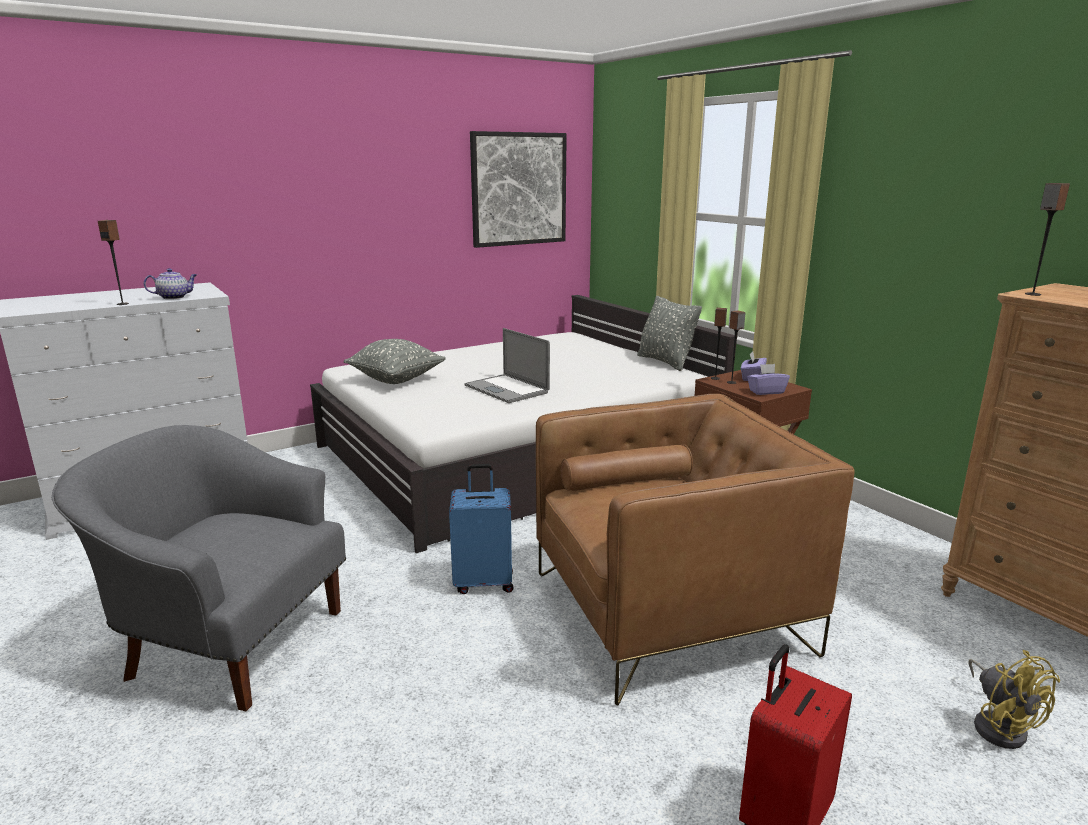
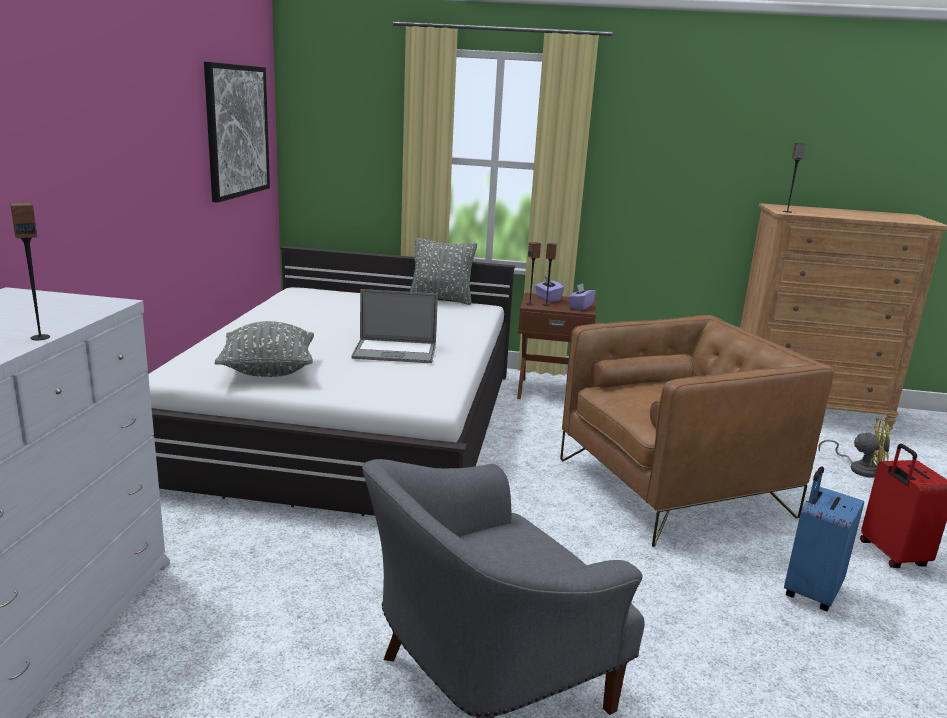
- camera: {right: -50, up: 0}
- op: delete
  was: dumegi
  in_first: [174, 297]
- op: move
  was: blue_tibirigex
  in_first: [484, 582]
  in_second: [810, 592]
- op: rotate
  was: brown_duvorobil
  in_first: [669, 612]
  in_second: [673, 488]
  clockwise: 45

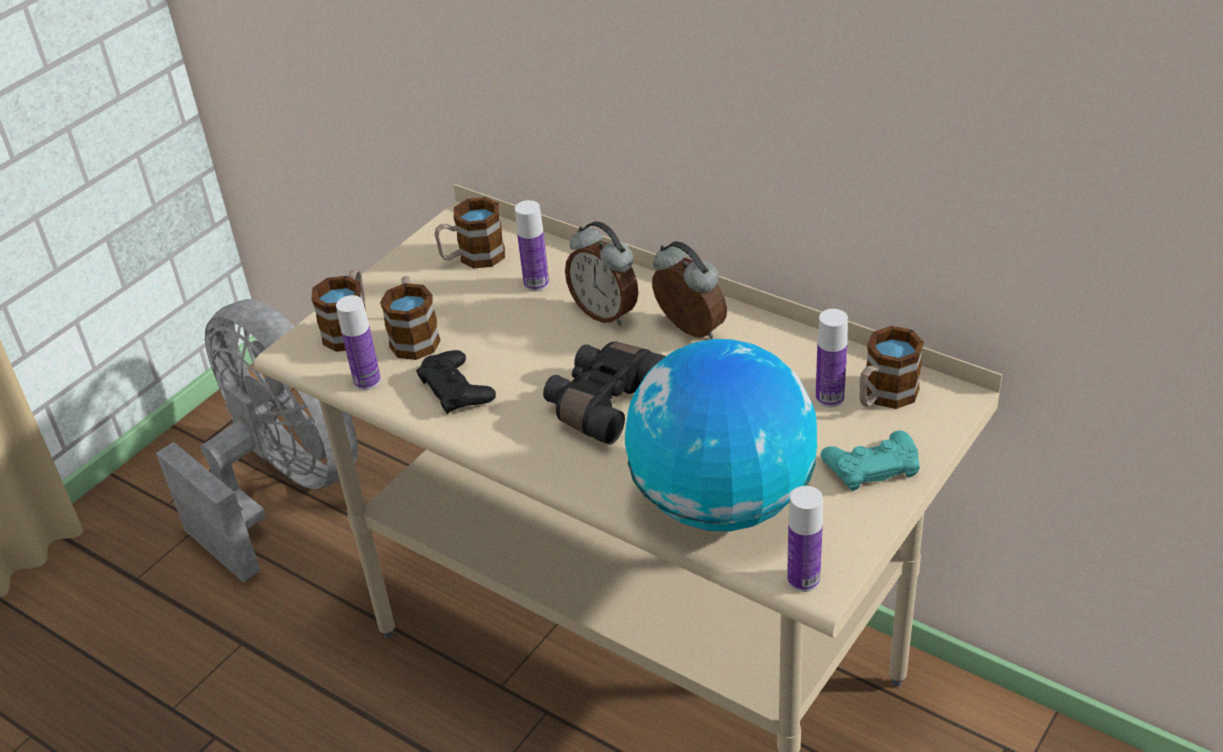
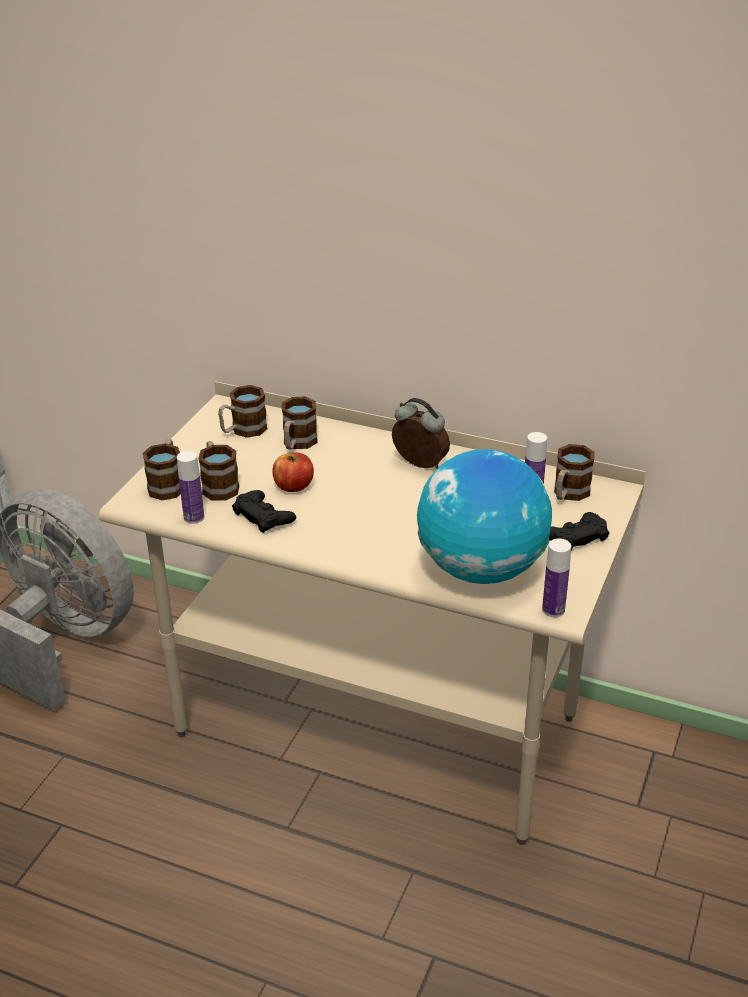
- camera: {right: -15, up: -5}
- op: replace
  was: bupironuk
  now: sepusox
  in_first: [536, 283]
  in_second: [297, 444]
- op: delete
  was: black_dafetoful
  in_first: [603, 401]
- op: delete
  was: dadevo
  in_first: [605, 312]
- op: recolor
  was: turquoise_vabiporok
  now: black_vabiporok
  in_first: [872, 466]
  in_second: [575, 537]
- op: insert
  now: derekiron
  in_second: [293, 486]

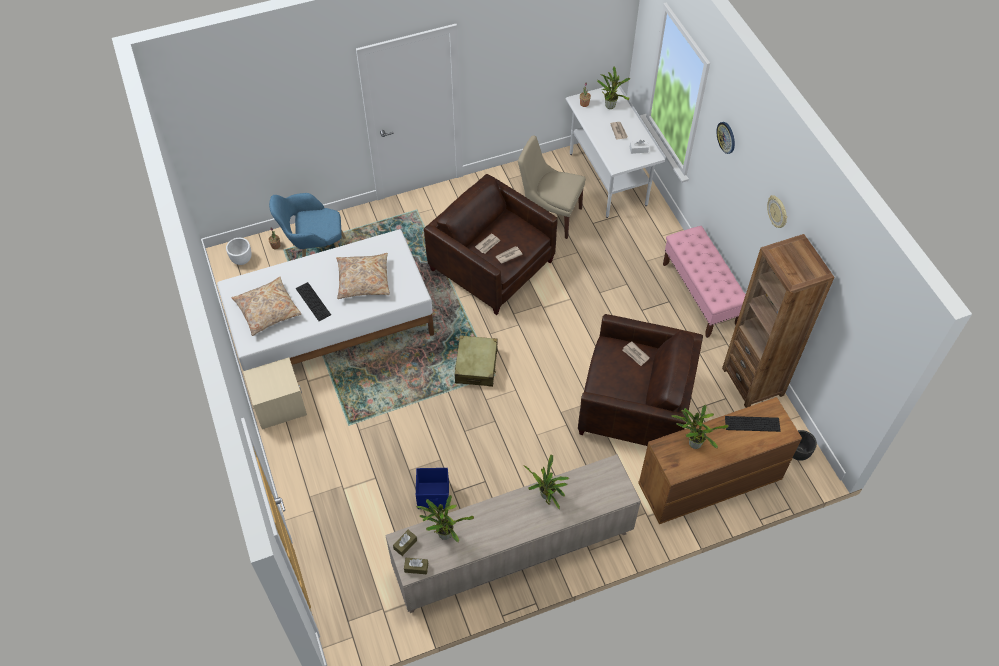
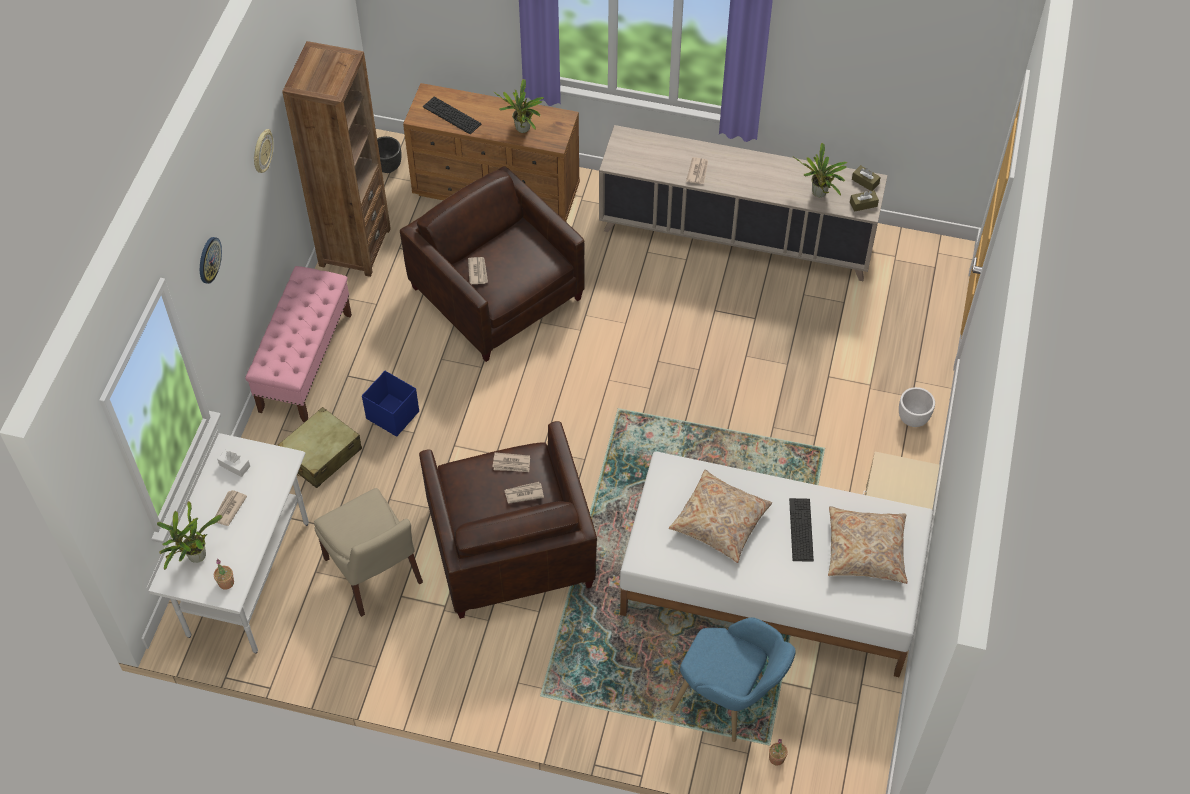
- camera: {right: -145, up: 0}
- op: move
  was: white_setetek
  in_first: [241, 260]
  in_second: [913, 419]
- op: move
  was: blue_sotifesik
  in_first: [434, 496]
  in_second: [392, 414]
- op: move
  was: beige_tibirigex
  in_first: [476, 366]
  in_second: [321, 455]
- op: replace
  was: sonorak
  now: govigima
  in_first: [547, 496]
  in_second: [698, 172]

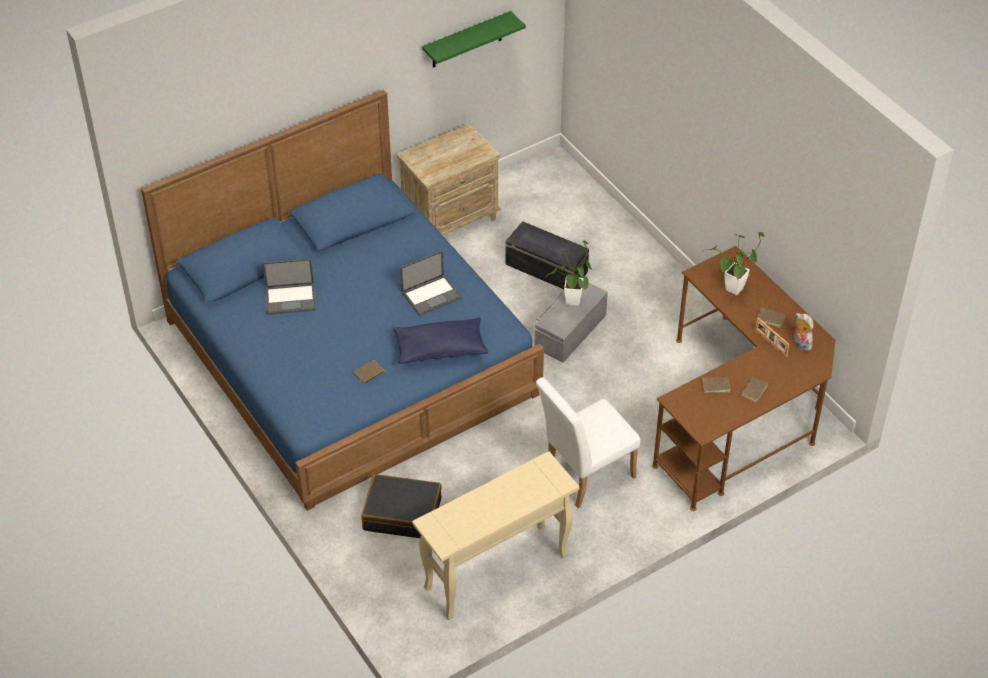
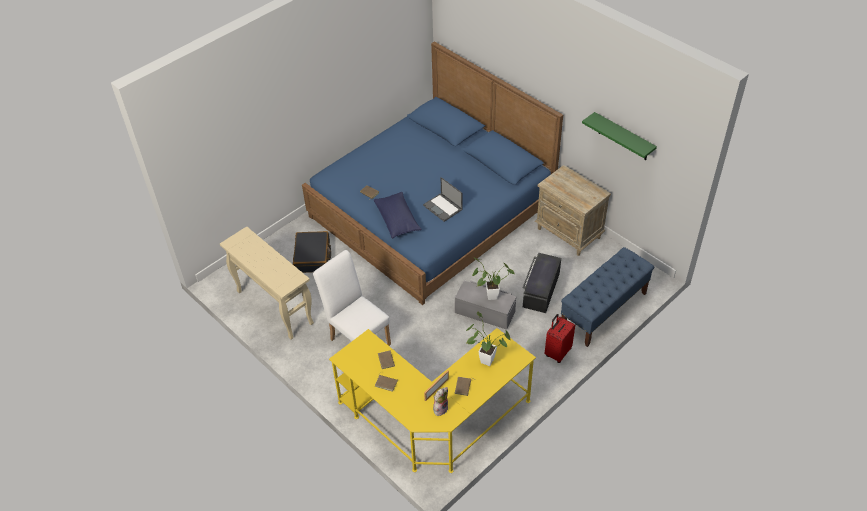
- camera: {right: 80, up: 0}
- op: delete
  was: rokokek
  in_first: [291, 298]
- op: recolor
  was: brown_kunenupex
  now: yellow_kunenupex
  in_first: [739, 413]
  in_second: [433, 420]
- op: insert
  now: red_tibirigex
  in_second: [557, 352]
- op: insert
  now: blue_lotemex
  in_second: [603, 310]

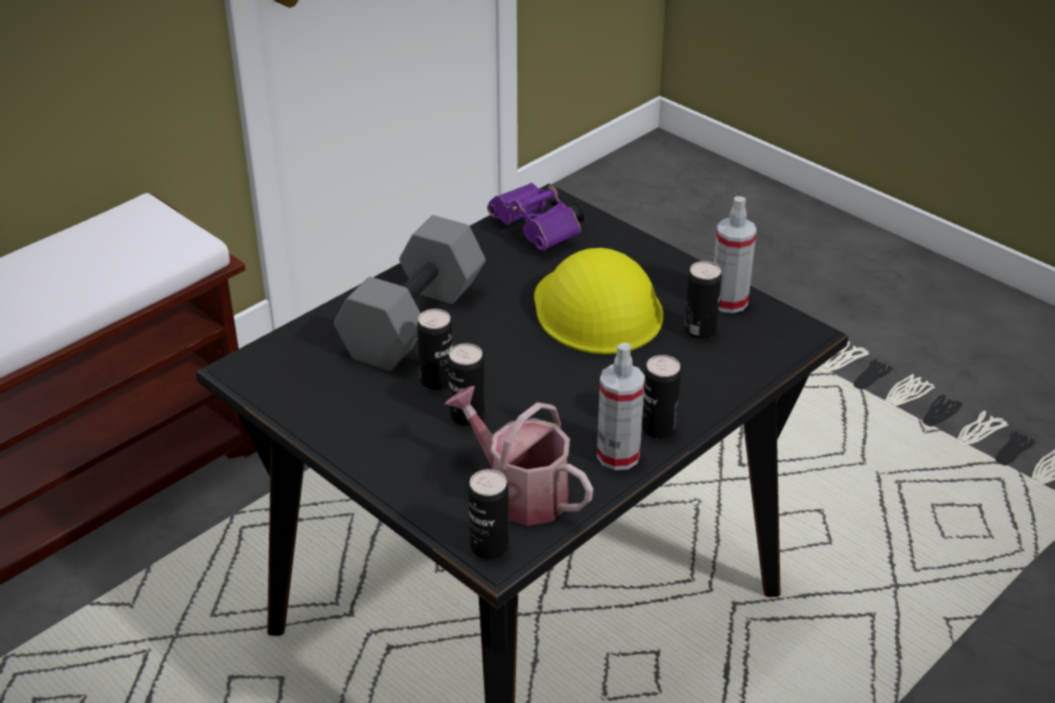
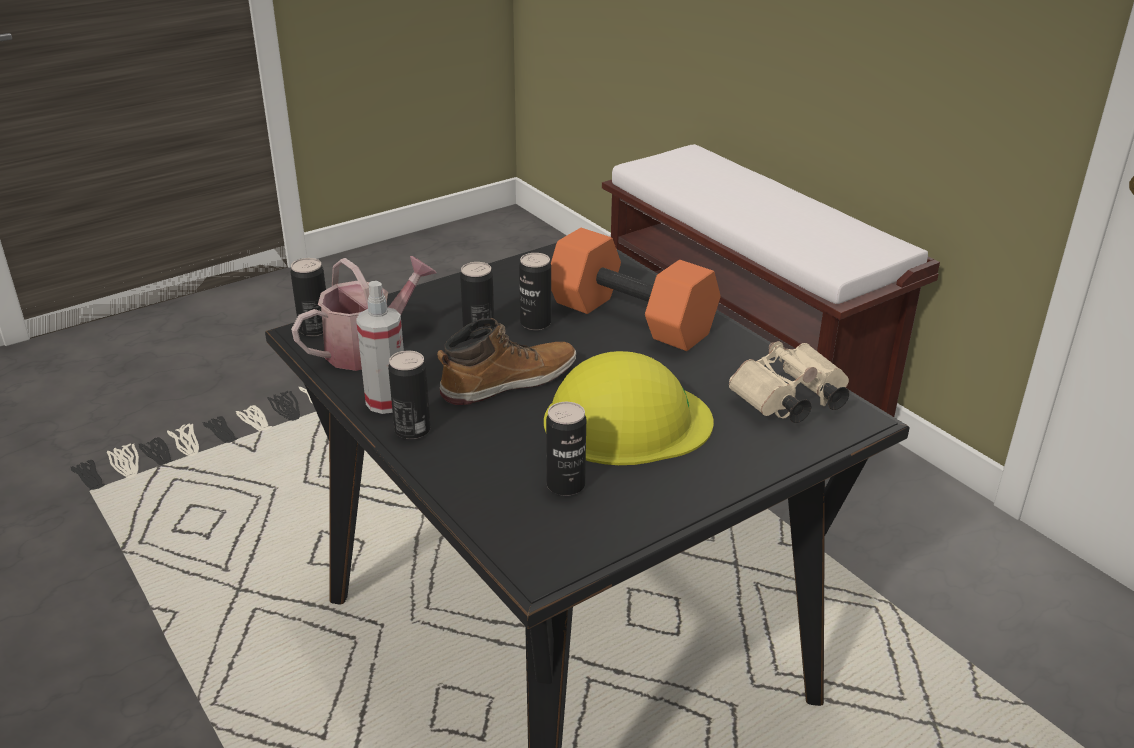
- camera: {right: 100, up: -5}
- op: recolor
  was: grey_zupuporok
  now: orange_zupuporok
  in_first: [415, 322]
  in_second: [628, 319]
- op: recolor
  was: purple_dafetoful
  now: beige_dafetoful
  in_first: [539, 232]
  in_second: [787, 402]
- op: delete
  was: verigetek
  in_first: [728, 301]
- op: insert
  now: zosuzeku
  in_second: [508, 381]

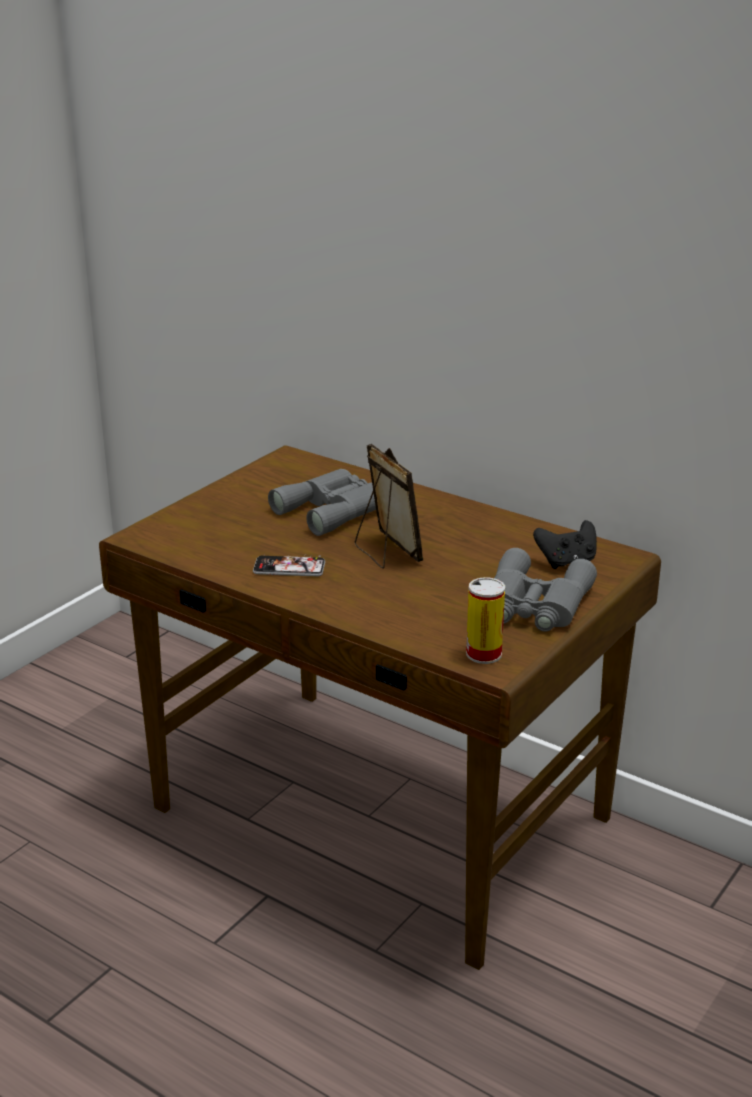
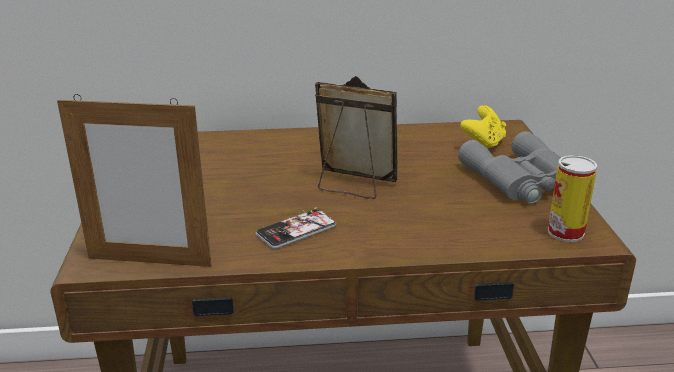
- camera: {right: -40, up: 0}
- op: delete
  was: grey_dafetoful
  in_first: [334, 509]
- op: recolor
  was: black_vabiporok
  now: yellow_vabiporok
  in_first: [566, 562]
  in_second: [483, 144]
- op: insert
  now: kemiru
  in_second: [149, 261]

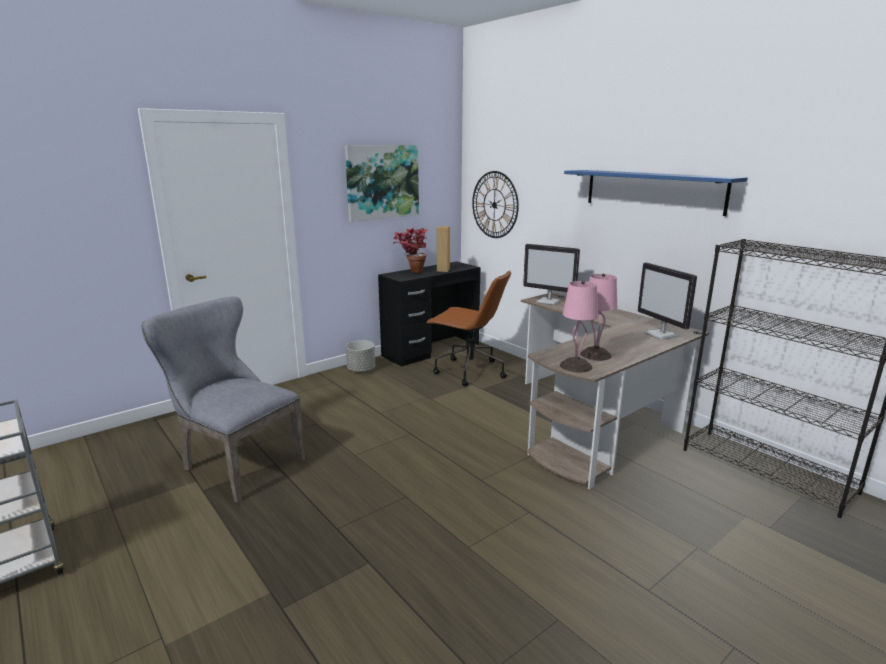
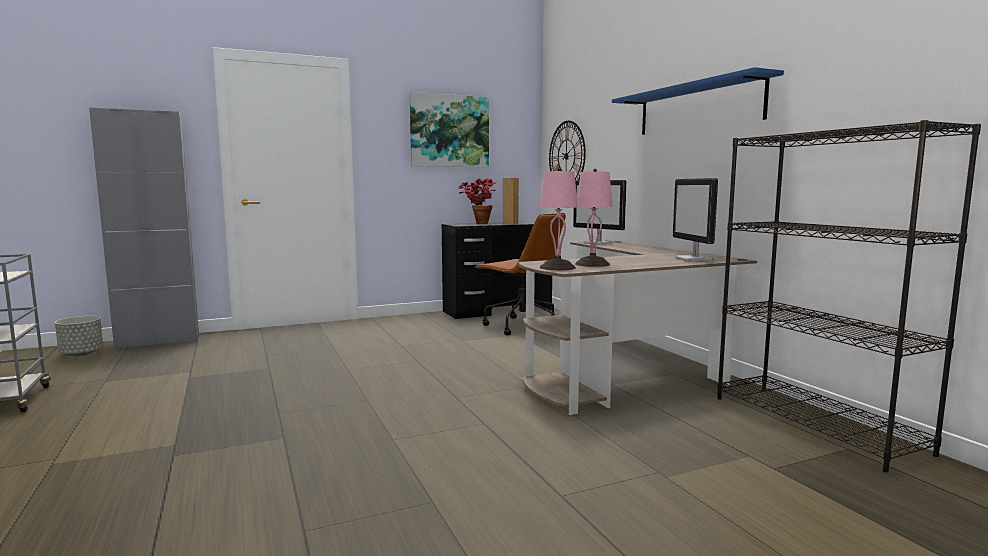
- camera: {right: 15, up: -10}
- op: delete
  was: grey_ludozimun
  in_first: [236, 464]
- op: move
  was: grey_setetek
  in_first: [361, 370]
  in_second: [82, 354]
- op: insert
  now: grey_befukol
  in_second: [158, 341]

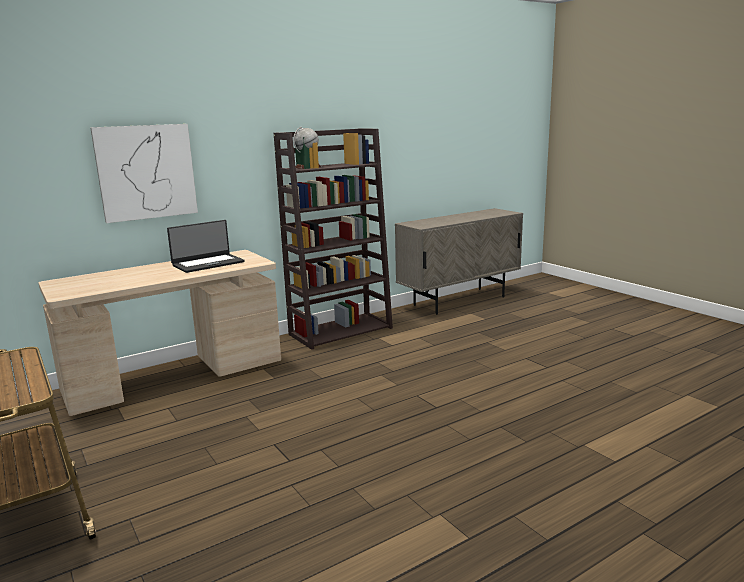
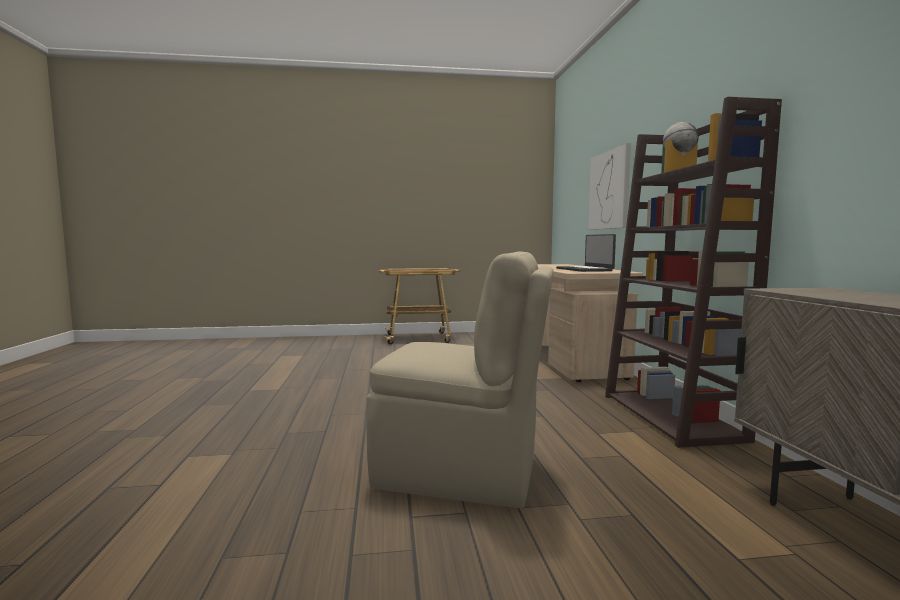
- camera: {right: 115, up: -10}
- op: insert
  now: beige_ludozimun
  in_second: [462, 472]

